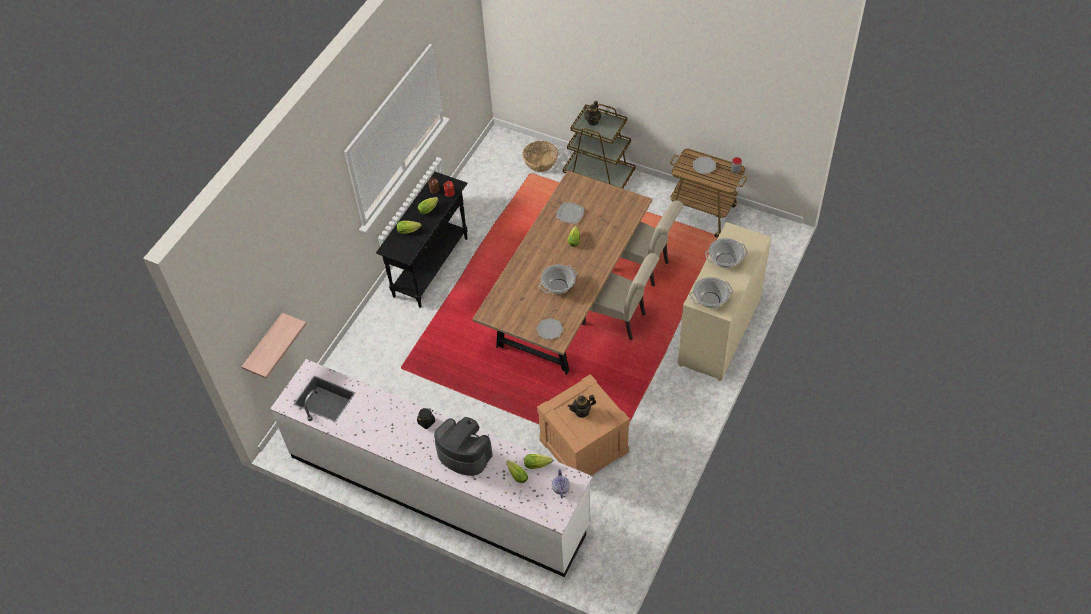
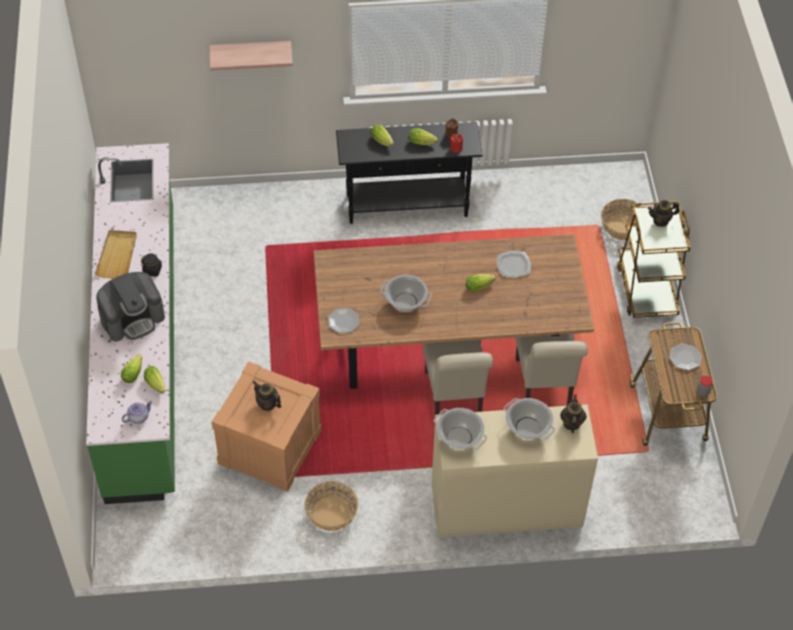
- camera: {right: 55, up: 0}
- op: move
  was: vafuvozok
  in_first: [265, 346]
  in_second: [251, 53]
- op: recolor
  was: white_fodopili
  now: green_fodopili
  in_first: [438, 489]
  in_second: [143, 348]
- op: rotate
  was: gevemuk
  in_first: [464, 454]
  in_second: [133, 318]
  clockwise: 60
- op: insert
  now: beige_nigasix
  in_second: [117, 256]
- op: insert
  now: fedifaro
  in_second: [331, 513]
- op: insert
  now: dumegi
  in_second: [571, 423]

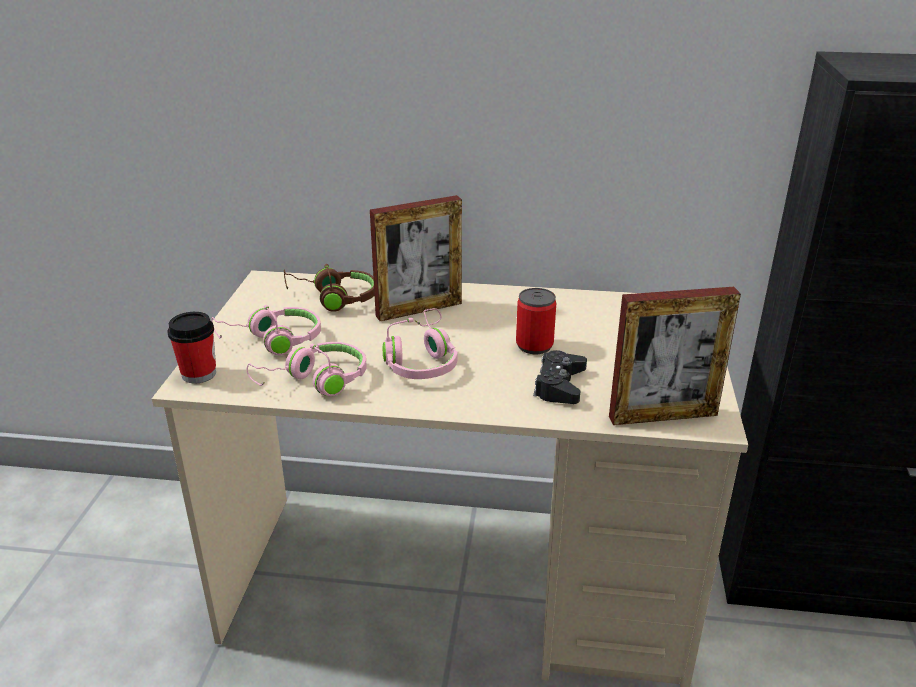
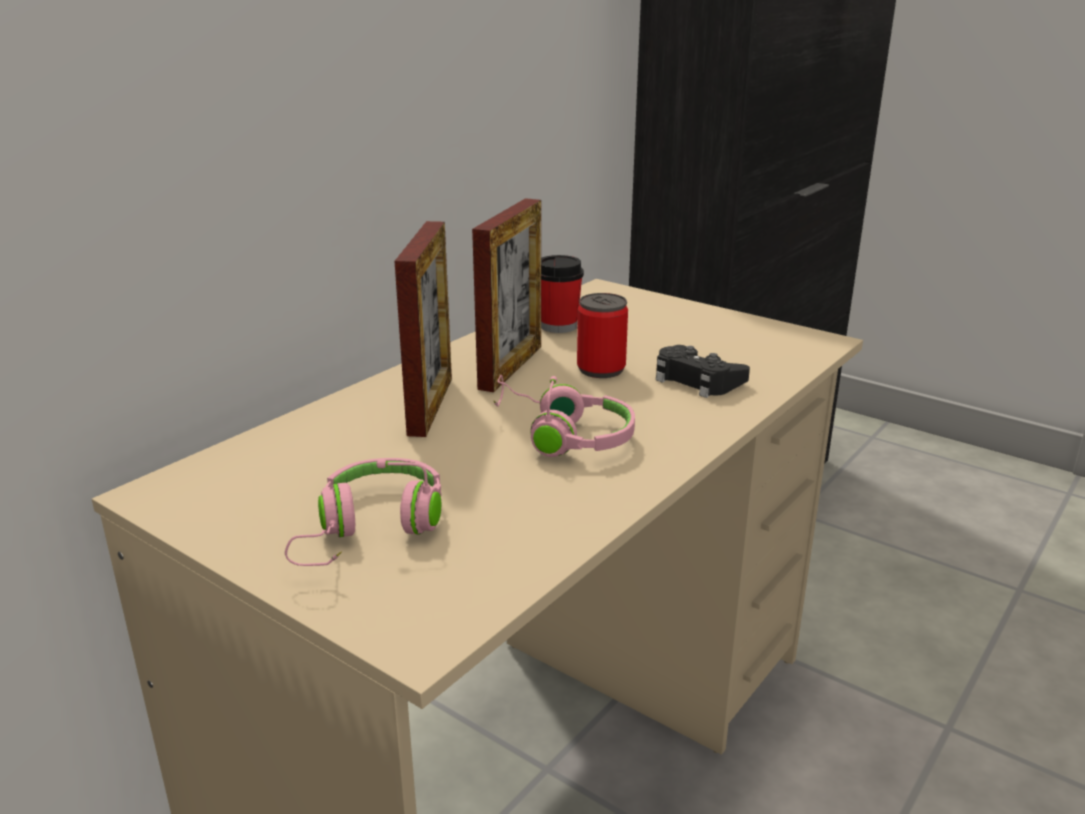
- camera: {right: -60, up: -5}
- op: move
  was: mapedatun
  in_first: [199, 374]
  in_second: [558, 326]
- op: delete
  was: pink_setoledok
  in_first: [315, 381]
- op: delete
  was: brown_setoledok
  in_first: [332, 298]
- op: move
  was: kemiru
  in_first: [663, 416]
  in_second: [511, 367]

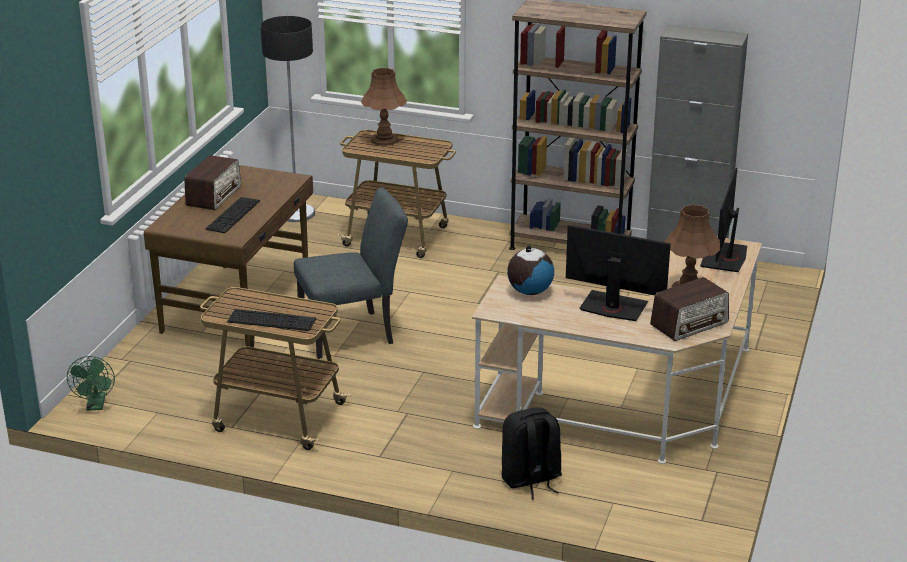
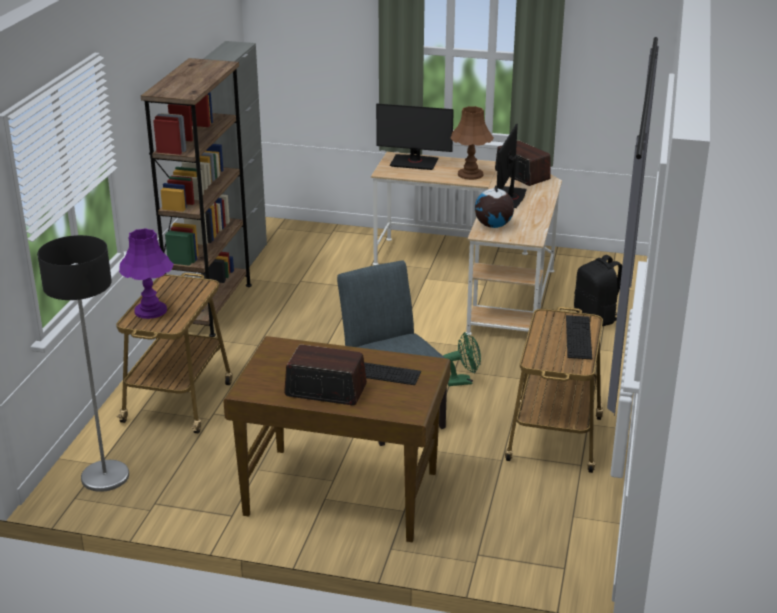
- camera: {right: -95, up: 0}
- op: move
  was: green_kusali
  in_first: [96, 405]
  in_second: [463, 381]
- op: recolor
  was: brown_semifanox
  now: purple_semifanox
  in_first: [384, 139]
  in_second: [150, 310]

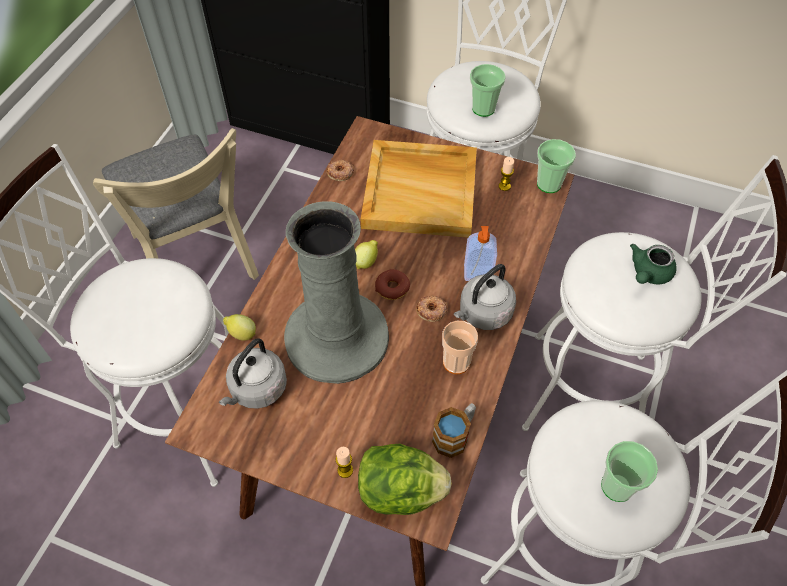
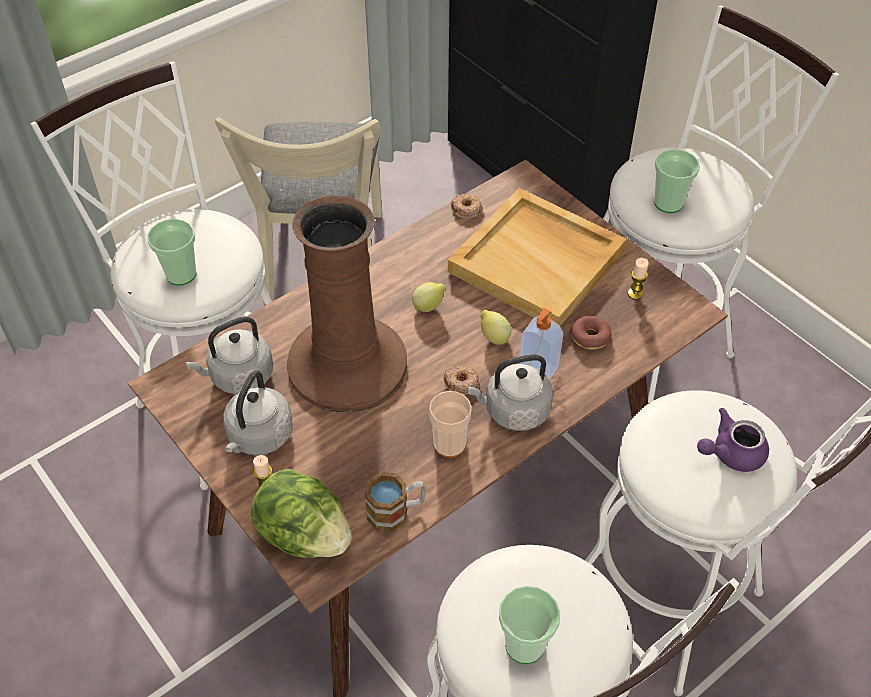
- camera: {right: 30, up: -5}
- op: move
  was: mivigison
  in_first: [241, 334]
  in_second: [493, 337]
- op: recolor
  was: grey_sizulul
  now: brown_sizulul
  in_first: [337, 338]
  in_second: [347, 365]
- op: move
  was: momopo
  in_first: [392, 288]
  in_second: [590, 337]
- op: move
  was: mapedatun
  in_first: [549, 184]
  in_second: [181, 274]
- op: recolor
  was: green_dumegi
  now: purple_dumegi
  in_first: [648, 274]
  in_second: [730, 453]
- op: insert
  now: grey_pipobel
  in_second: [259, 437]

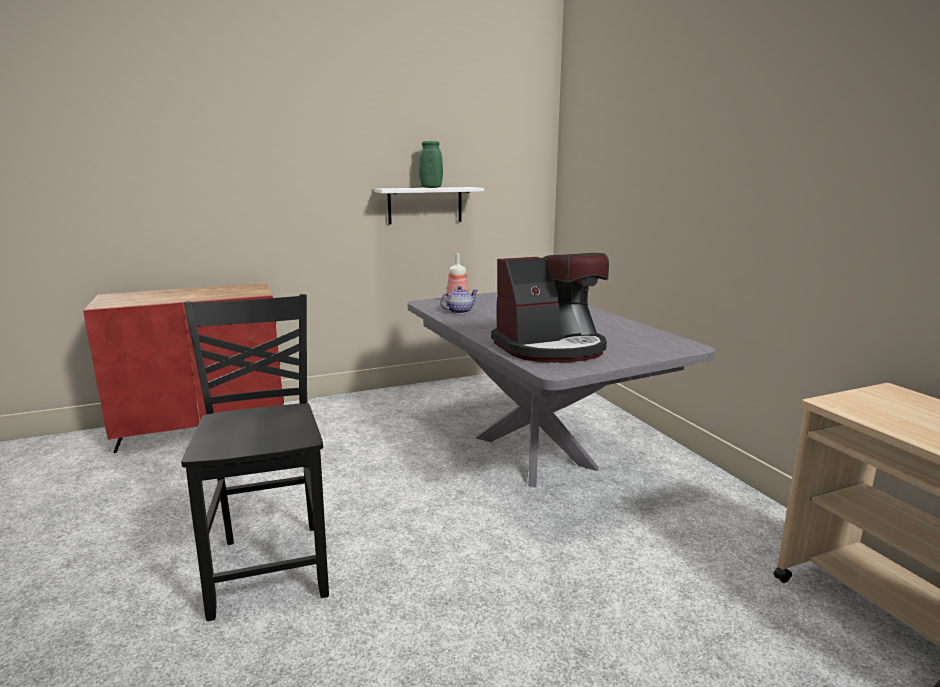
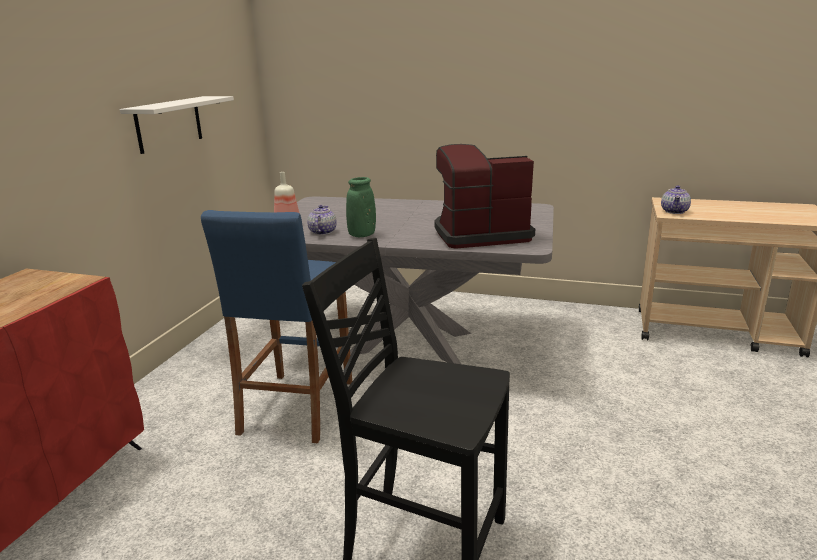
- camera: {right: -50, up: 5}
- op: move
  was: green_sizulul
  in_first: [431, 187]
  in_second: [362, 235]
- op: rotate
  was: gevemuk
  in_first: [551, 348]
  in_second: [479, 234]
  clockwise: -120
- op: insert
  now: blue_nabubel
  in_second: [296, 407]
- op: insert
  now: dumegi
  in_second: [674, 211]

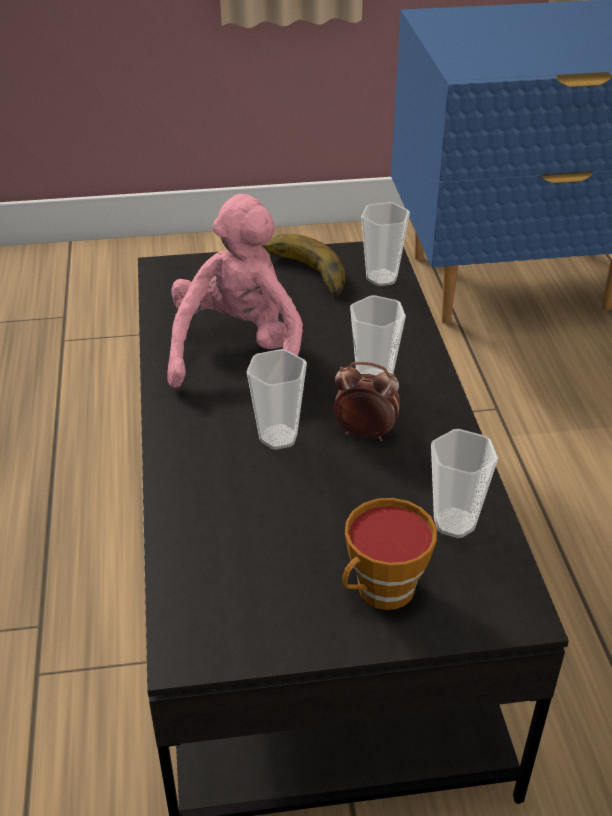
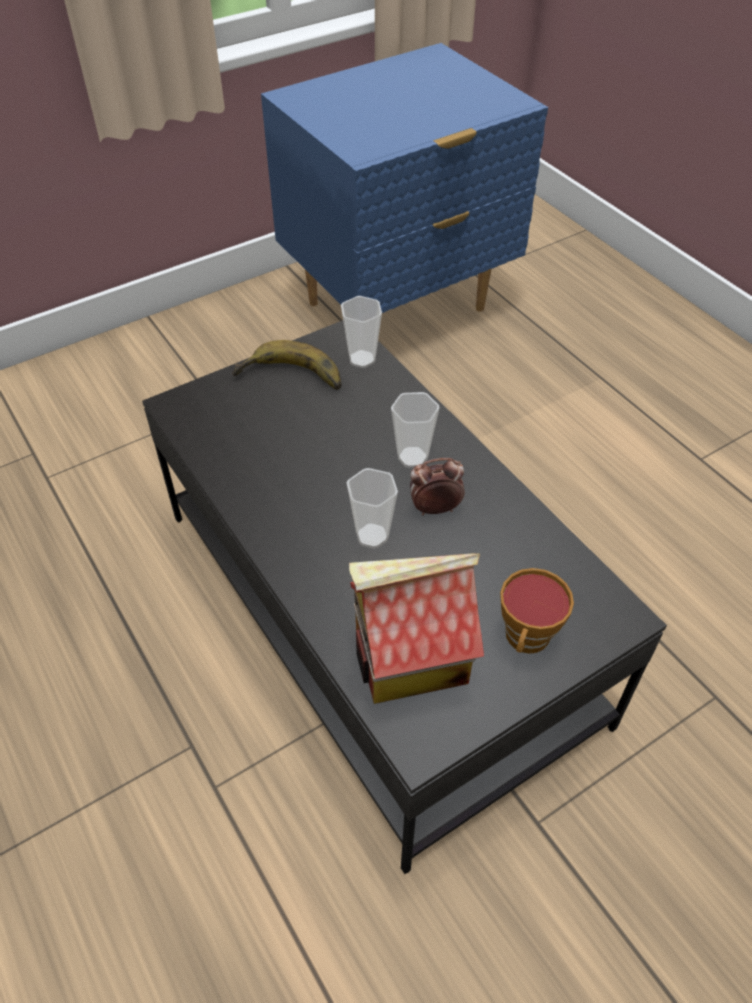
- camera: {right: -25, up: 10}
- op: delete
  was: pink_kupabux
  in_first: [238, 353]
- op: delete
  was: mapedatun
  in_first: [454, 523]
- op: insert
  now: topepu
  in_second: [409, 660]

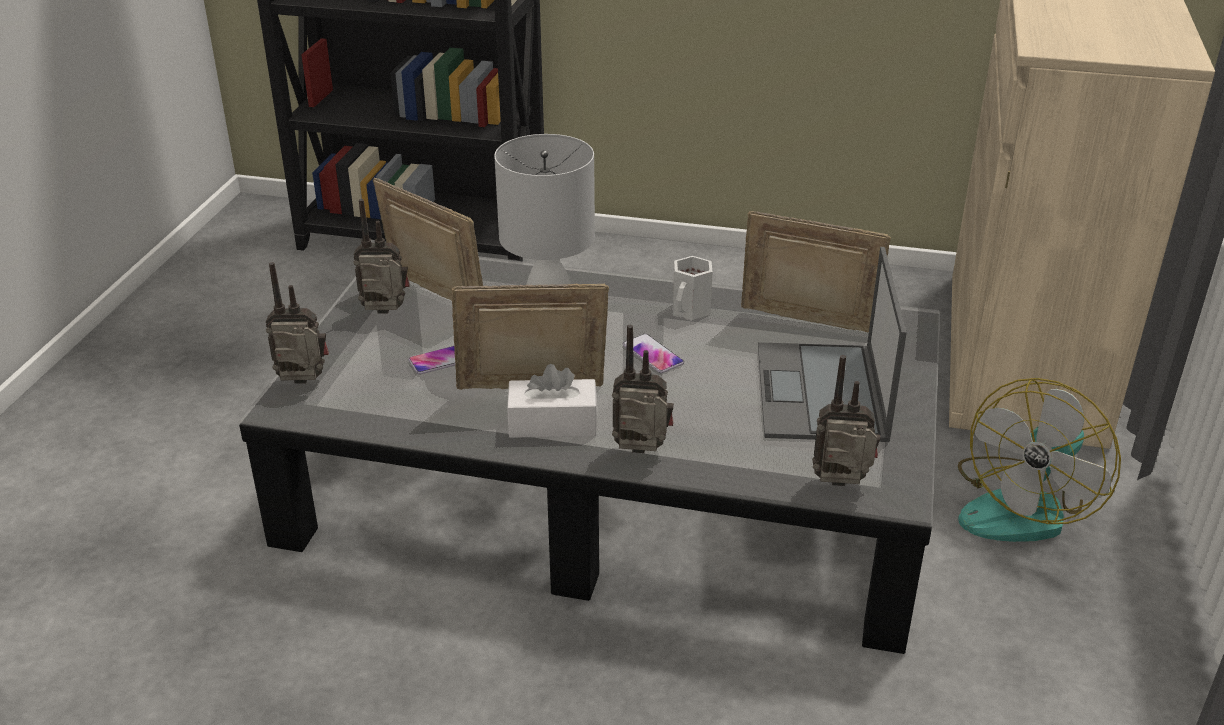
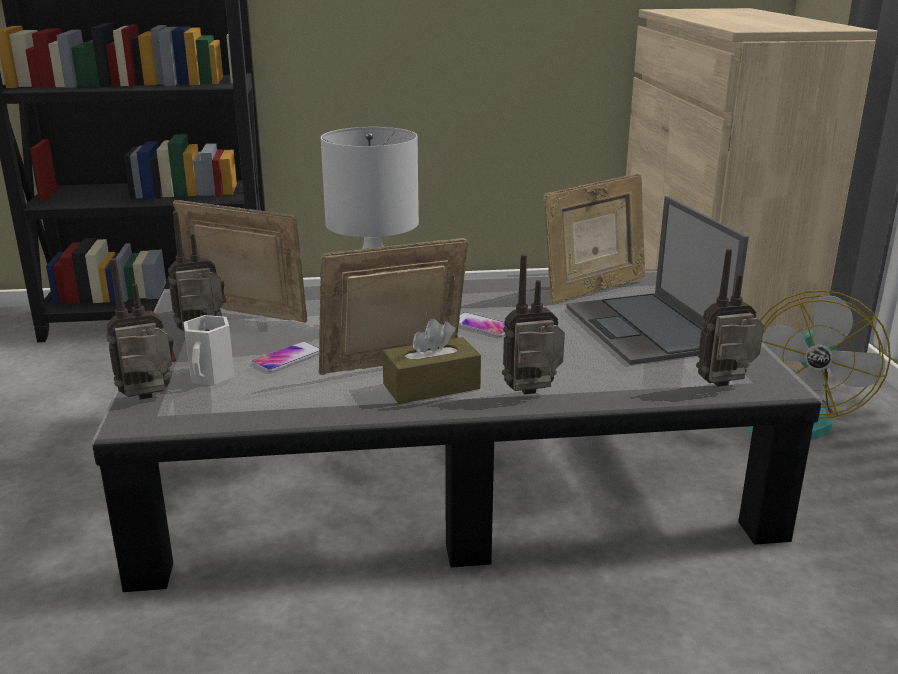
- camera: {right: -20, up: -10}
- op: recolor
  was: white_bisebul
  now: brown_bisebul
  in_first: [552, 423]
  in_second: [431, 386]
- op: move
  was: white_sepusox
  in_first: [691, 310]
  in_second: [212, 375]
- op: rotate
  was: kemiru
  in_first: [807, 326]
  in_second: [593, 290]
  clockwise: 150

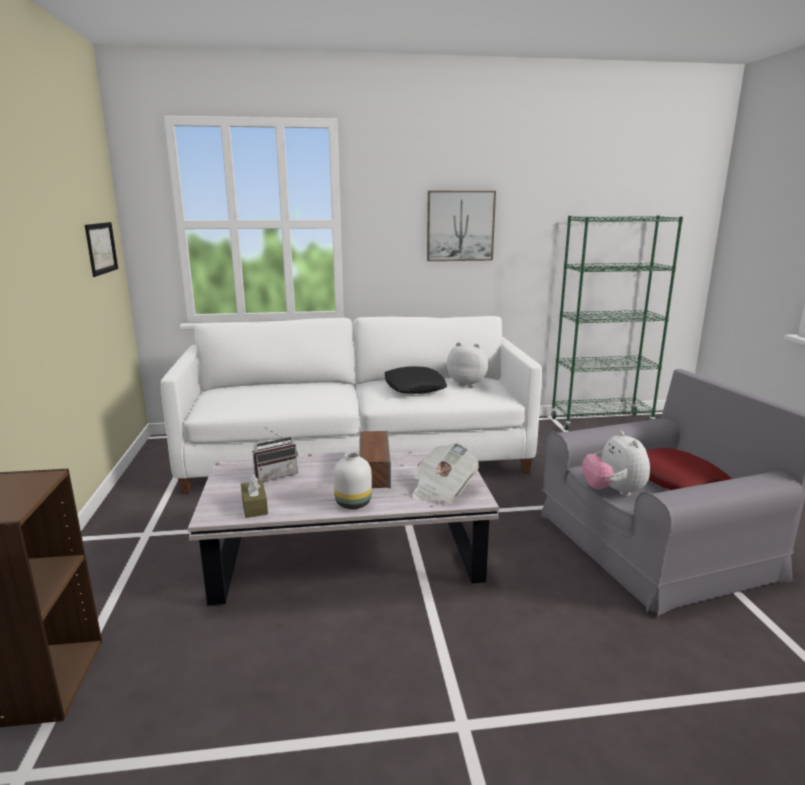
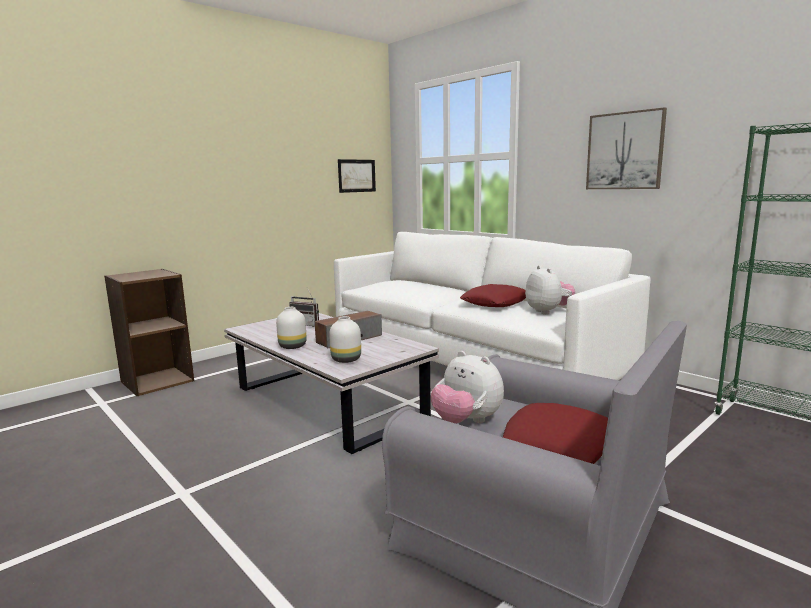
- camera: {right: 55, up: -5}
- op: delete
  was: brown_bisebul
  in_first: [254, 506]
- op: recolor
  was: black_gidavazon
  now: red_gidavazon
  in_first: [414, 387]
  in_second: [495, 302]
- op: replace
  was: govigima
  now: white_sizulul
  in_first: [442, 490]
  in_second: [345, 360]
- op: rotate
  was: kupabux
  in_first: [613, 492]
  in_second: [466, 422]
  clockwise: -90

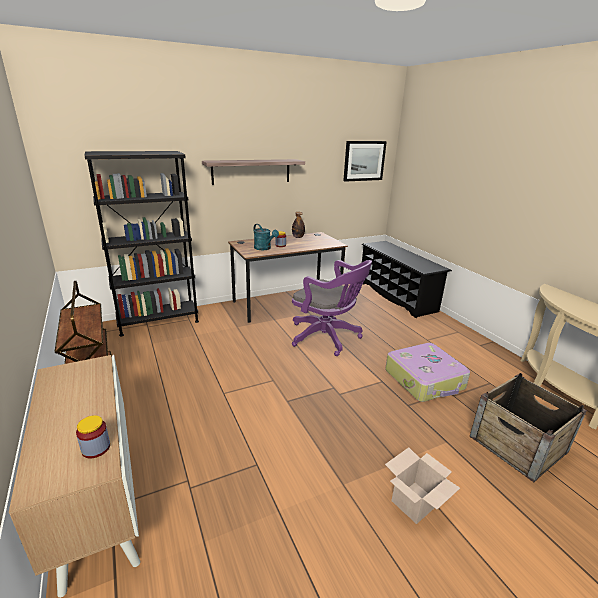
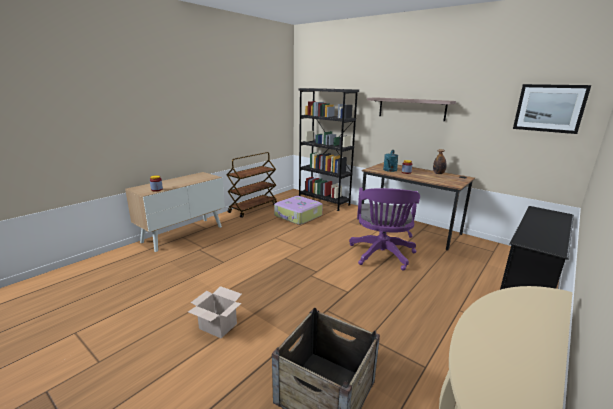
- camera: {right: 65, up: -5}
- op: move
  was: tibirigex
  in_first: [425, 380]
  in_second: [298, 216]

